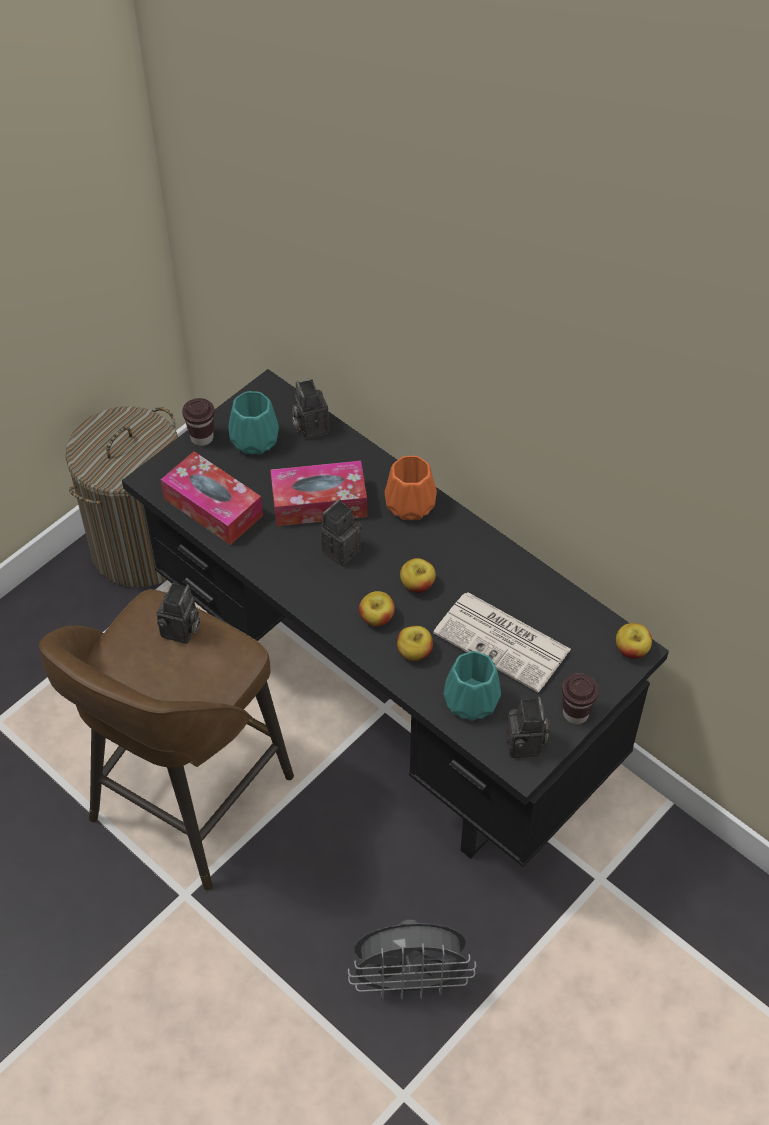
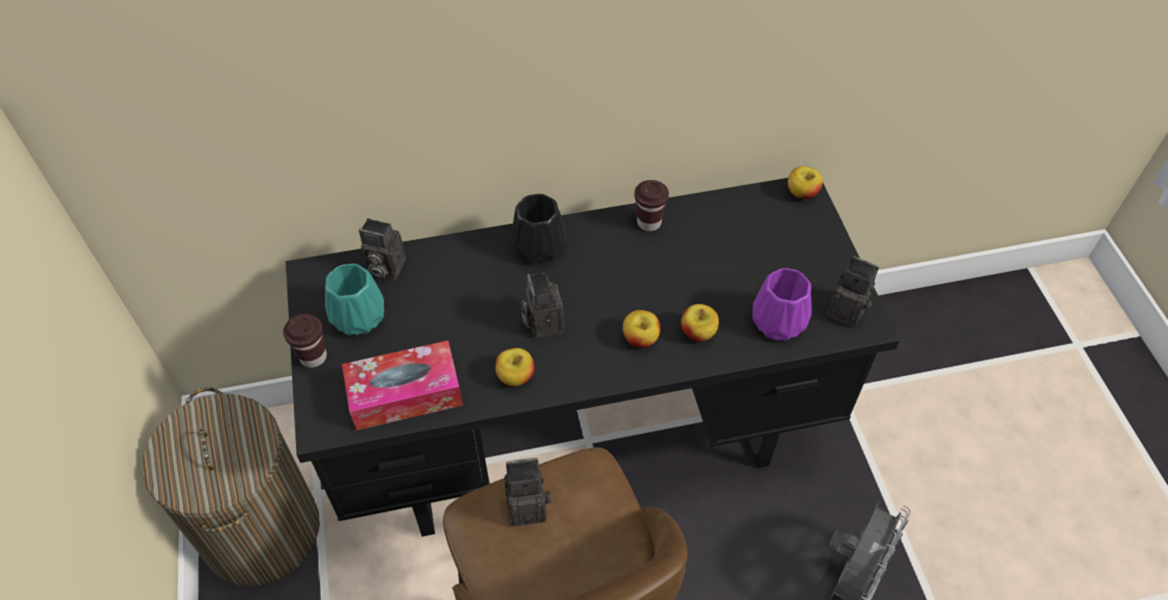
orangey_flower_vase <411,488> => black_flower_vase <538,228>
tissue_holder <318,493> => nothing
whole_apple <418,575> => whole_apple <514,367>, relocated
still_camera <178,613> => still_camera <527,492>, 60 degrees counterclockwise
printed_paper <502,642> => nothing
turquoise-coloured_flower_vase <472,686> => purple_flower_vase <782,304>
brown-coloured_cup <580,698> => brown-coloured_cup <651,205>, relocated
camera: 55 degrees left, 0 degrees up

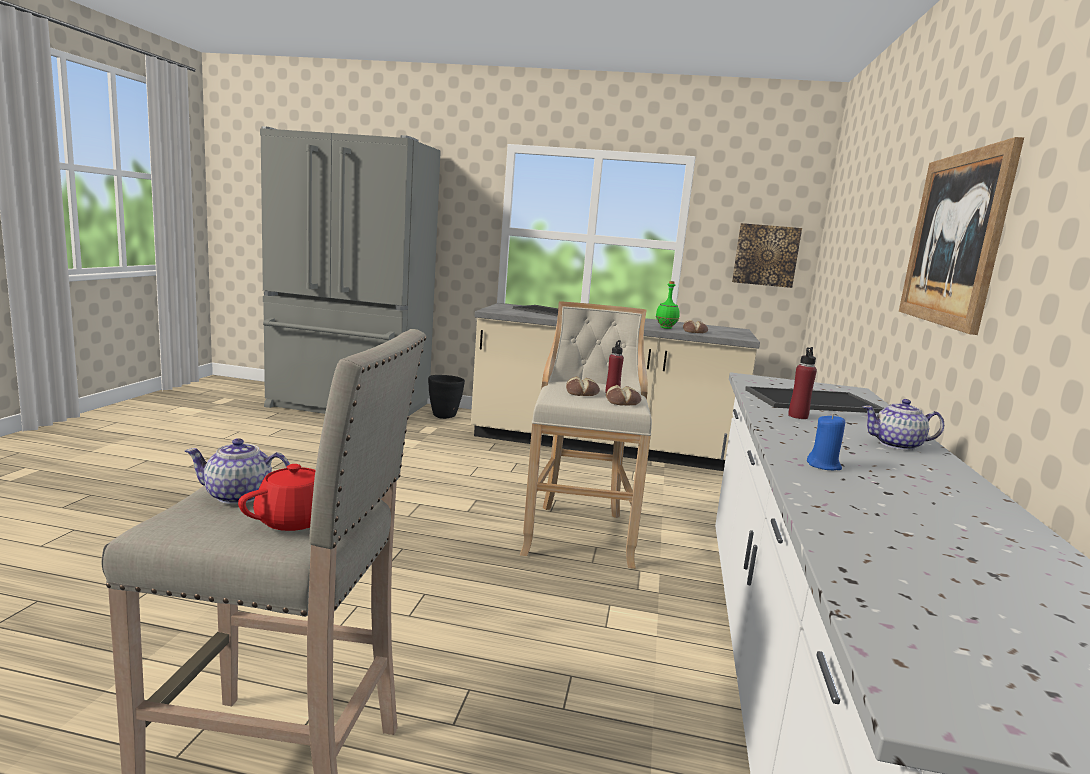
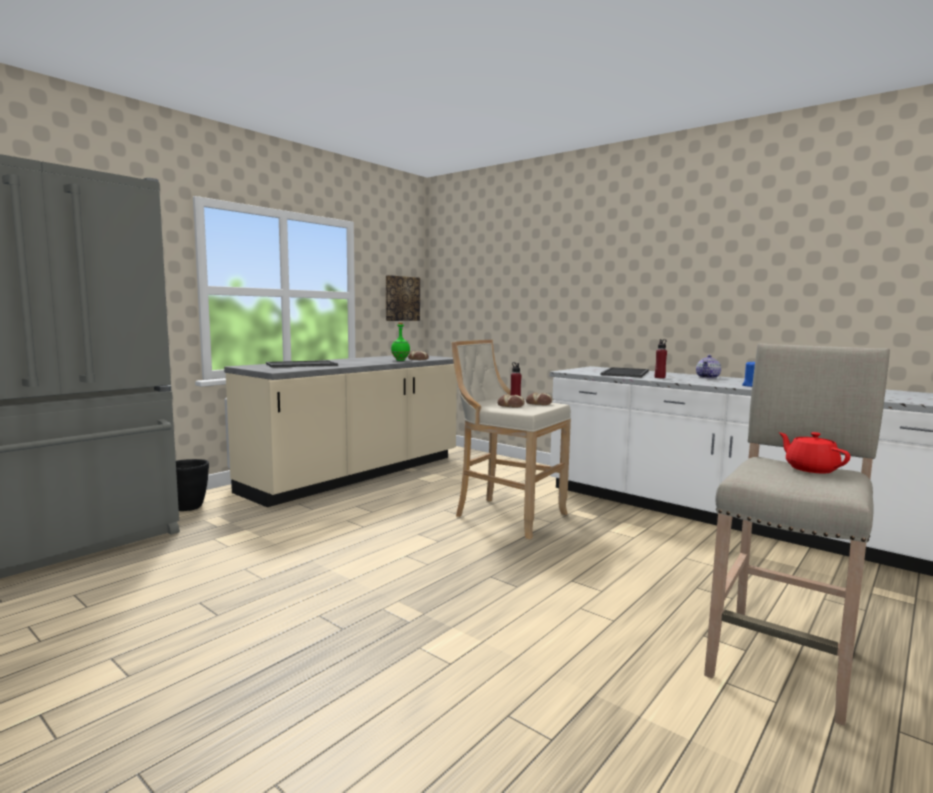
wall_art <961,236> => nothing
tea_pot <237,471> => nothing
camera: 60 degrees left, 5 degrees down

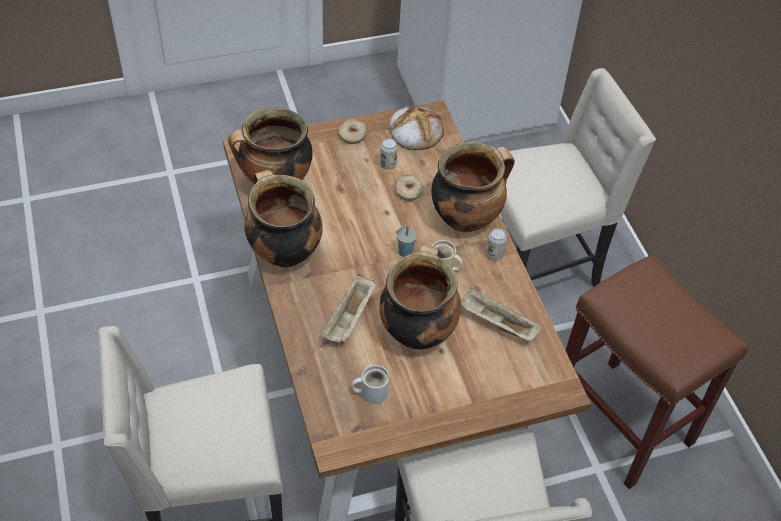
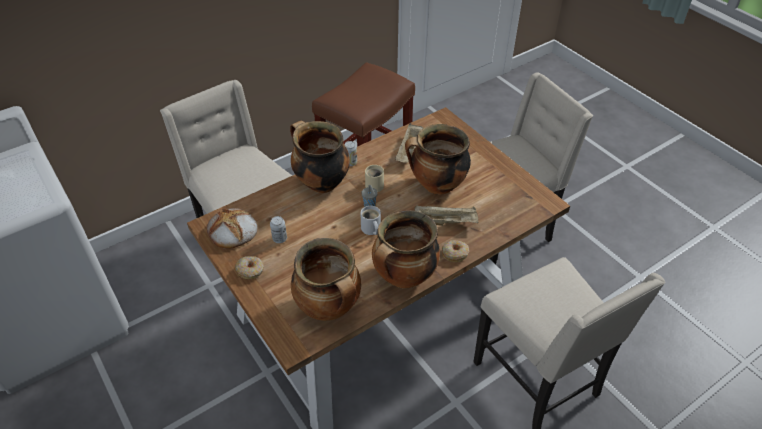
ring_doughnut <409,187> => ring_doughnut <455,251>, relocated
whitish_tea_mug <370,384> => whitish_tea_mug <371,220>, relocated
camera: 105 degrees left, 5 degrees down

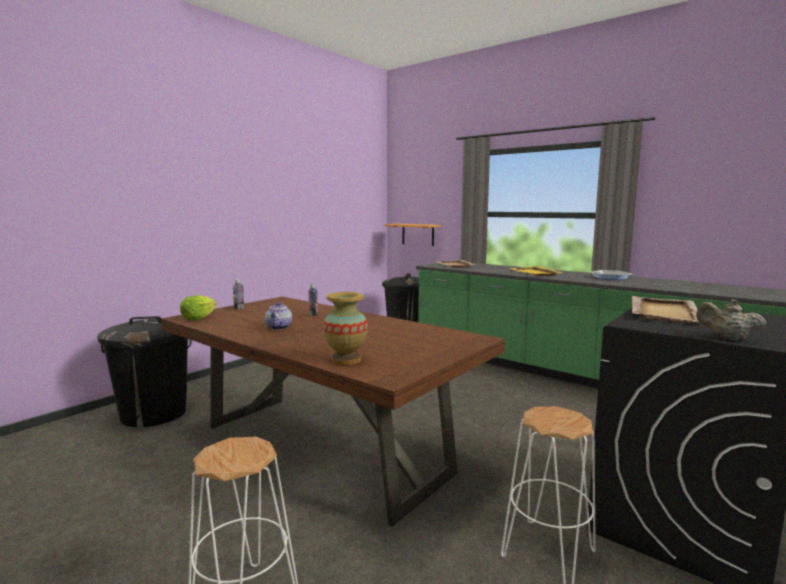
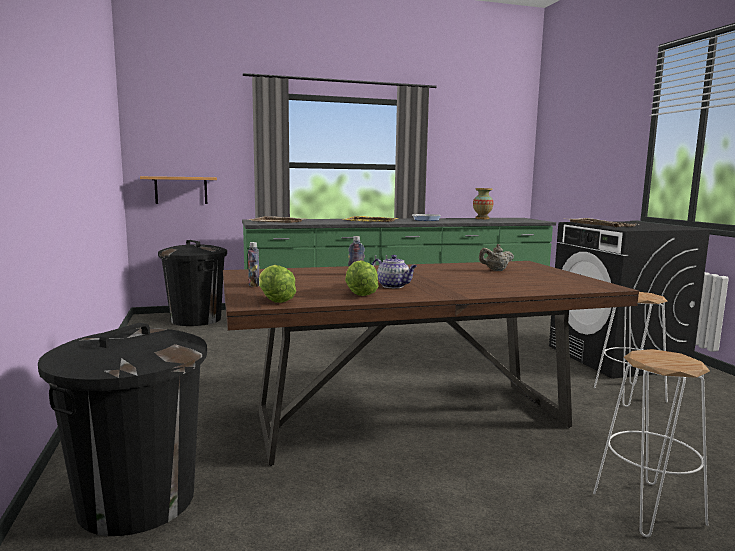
flower_vase <345,328> => flower_vase <483,203>, relocated
beige_tea_pot <731,320> => beige_tea_pot <496,257>, relocated
nothing => lettuce_head <362,278>
camera: 55 degrees left, 0 degrees up

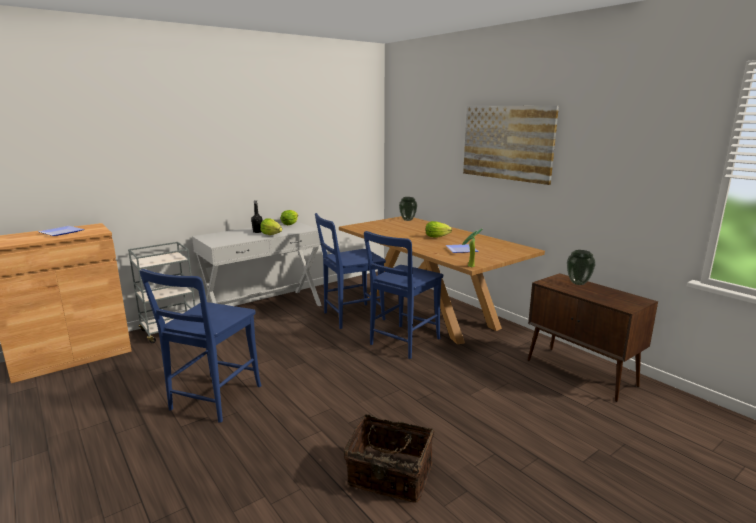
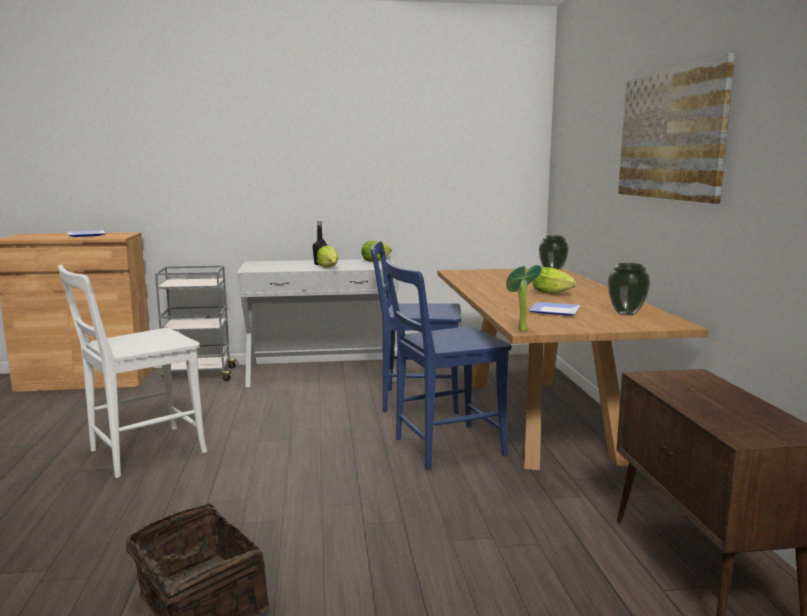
flower_vase <581,267> => flower_vase <629,289>, relocated
blue-coloured_chair <201,346> => whitish_chair <133,371>
camera: 30 degrees right, 5 degrees down

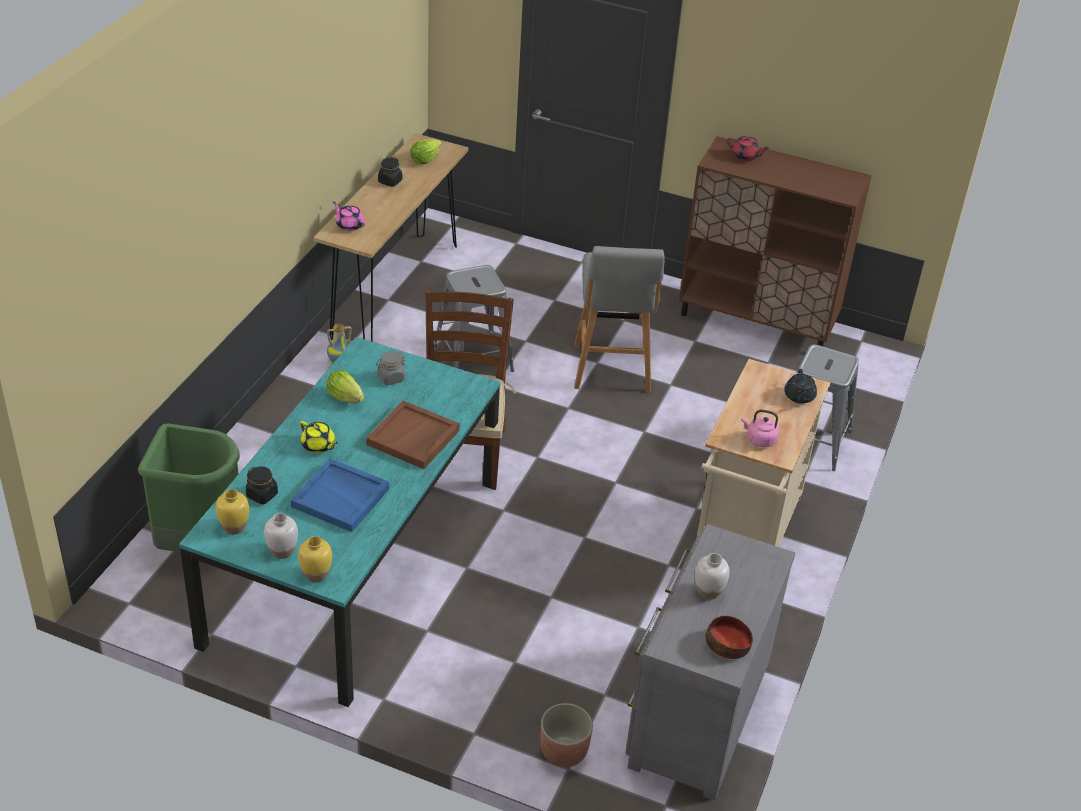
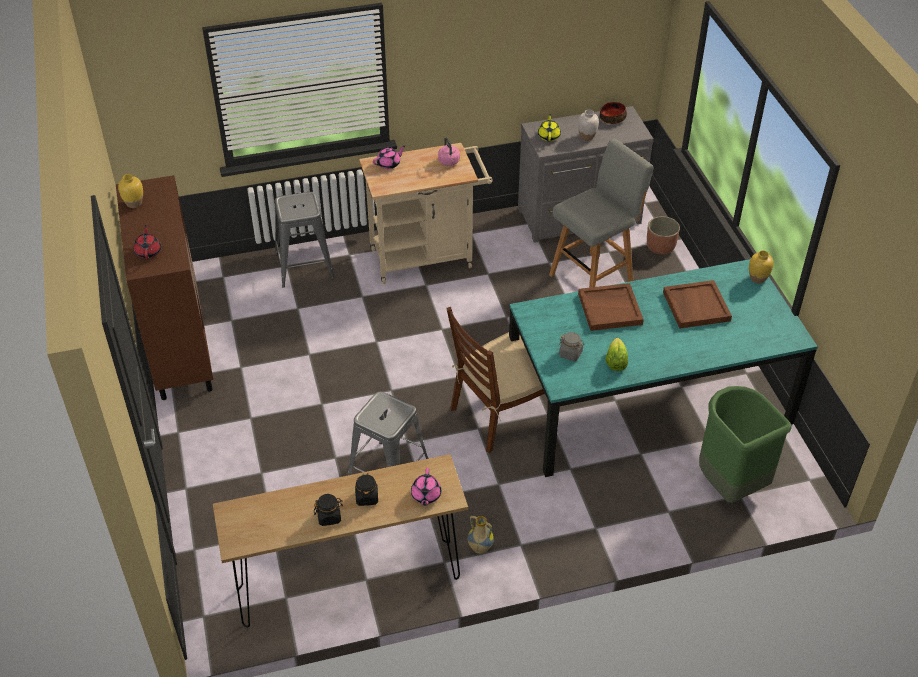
lettuce_head <426,151> => nothing
greyish_stool_seat <619,319> => greyish_stool_seat <601,213>, relocated
black_tea_pot <801,386> => pinkish_tea_pot <389,157>
yellow_tea_pot <319,437> => yellow_tea_pot <549,127>, relocated
blue-coloured_serving_tray <340,495> => brown-coloured_serving_tray <697,304>
black_preserve_jar <262,485> => black_preserve_jar <366,490>, relocated
yellow_flower_vase <232,512> => yellow_flower_vase <130,191>, relocated
whitish_flower_vase <281,536> => nothing
camera: 125 degrees left, 5 degrees up

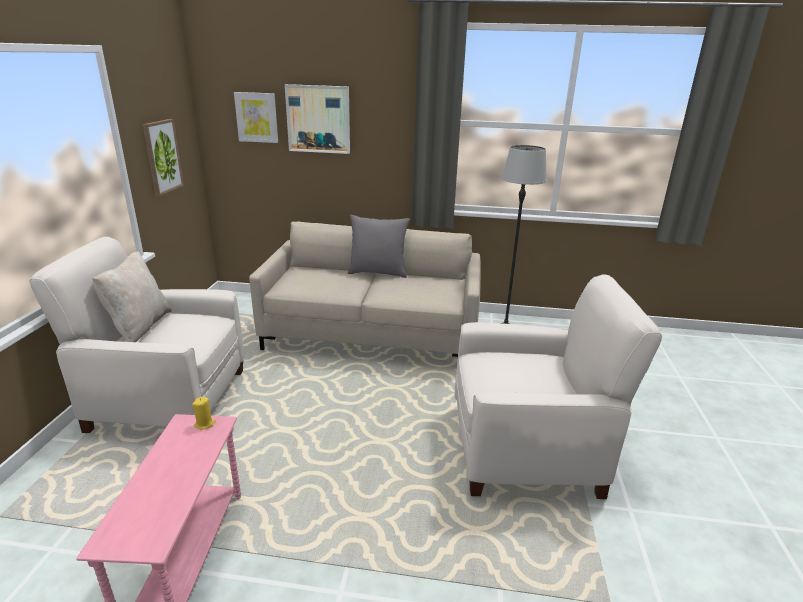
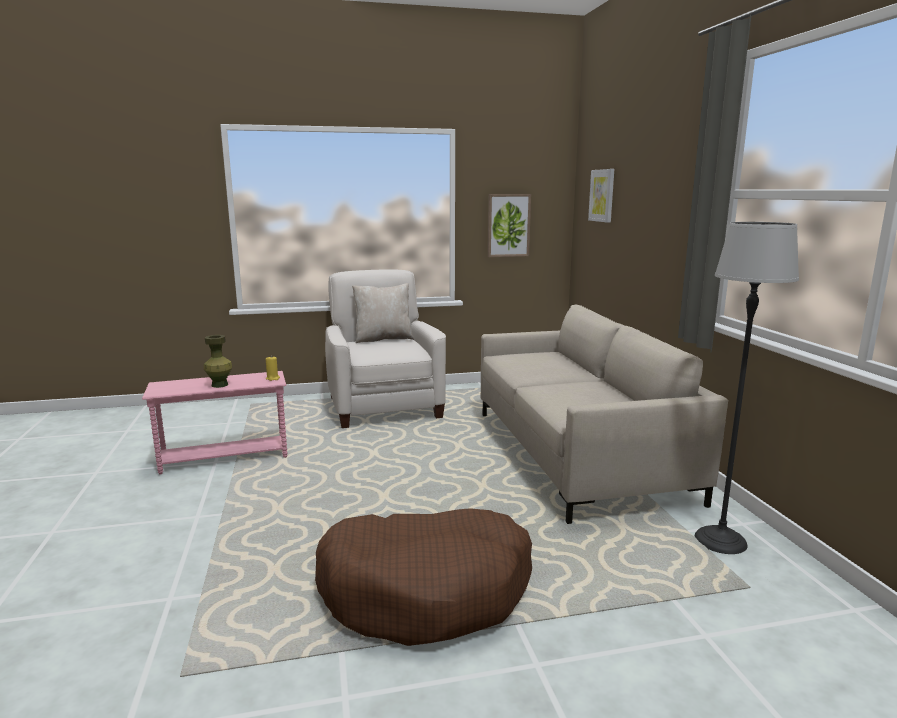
wall_art <317,119> => nothing
greyish_pillow <379,246> => nothing
whitish_easy_chair <558,387> => brown-coloured_dog_cushion <423,577>
nothing => greenish_flower_vase <218,361>
camera: 70 degrees right, 10 degrees down

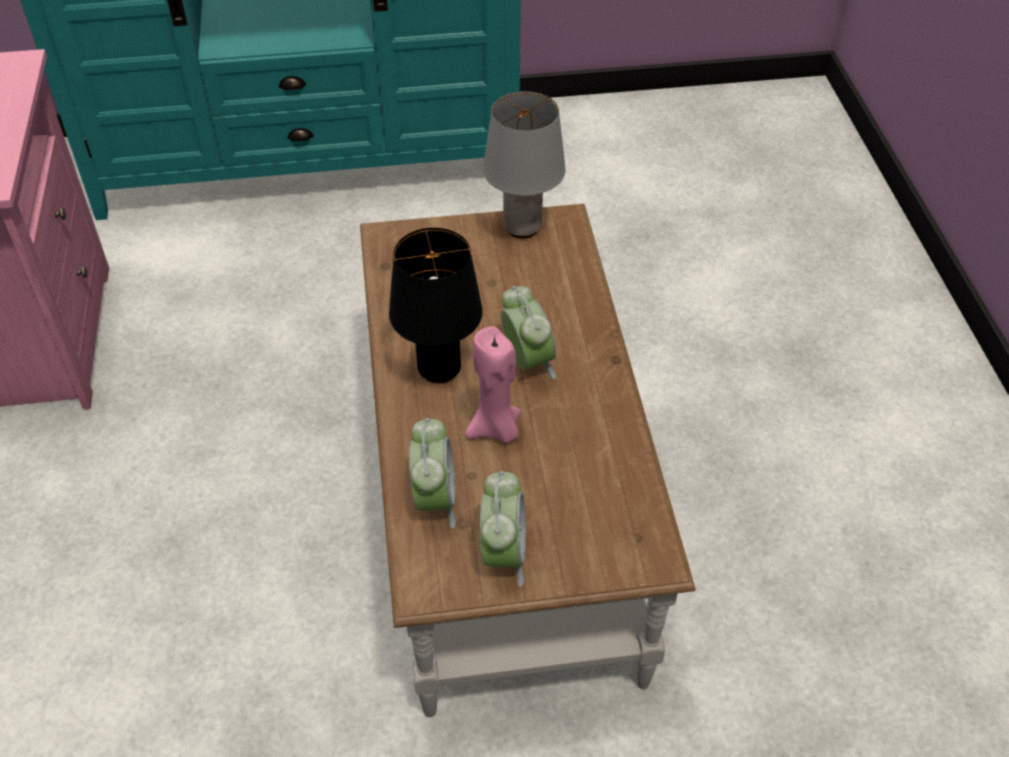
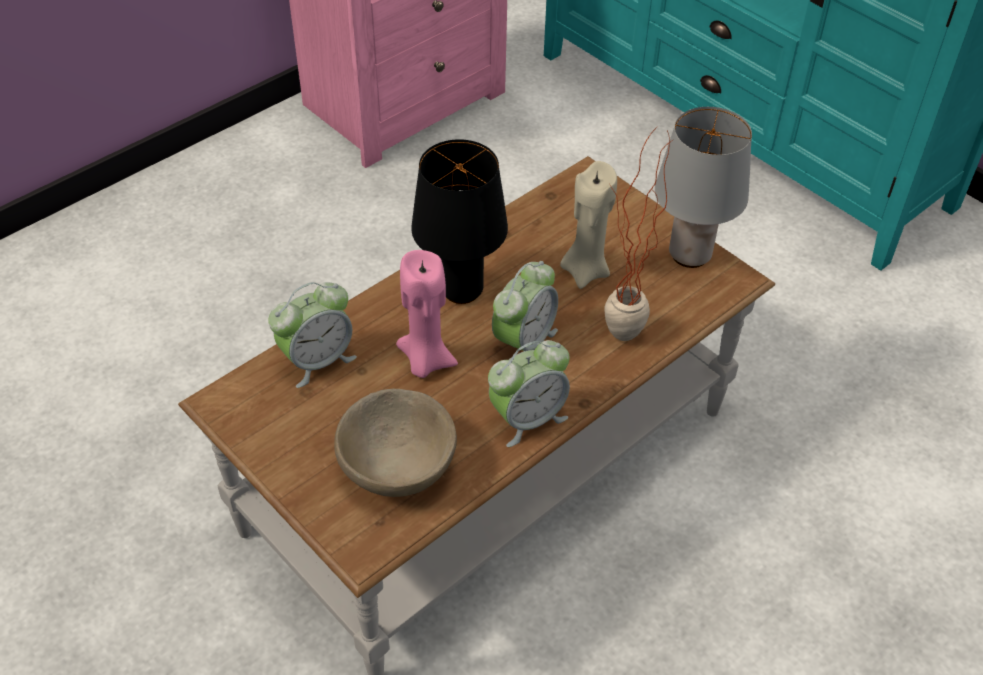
table_clock <503,529> => table_clock <529,393>, relocated
nothing => plant_in_a_pot <638,234>
nothing => beige_candle <588,225>
nothing => beige_serving_bowl <395,442>
camera: 55 degrees right, 0 degrees up

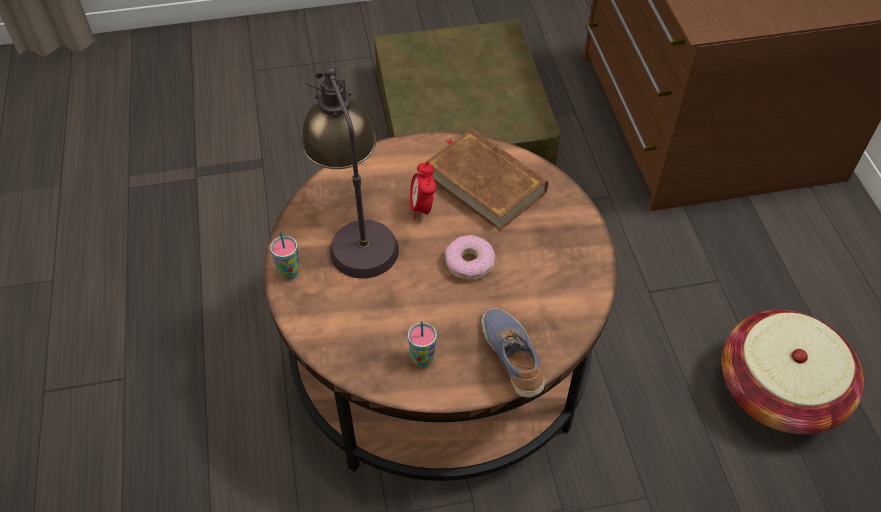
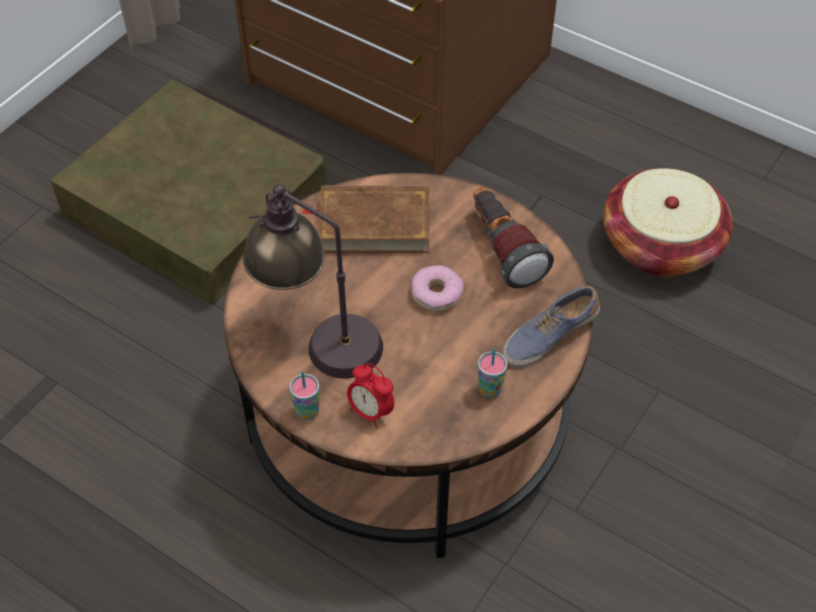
table_clock <423,191> => table_clock <370,395>, relocated
low_shoe <513,353> => low_shoe <551,327>, 60 degrees counterclockwise
nothing => flashlight <513,237>
camera: 45 degrees left, 0 degrees up

